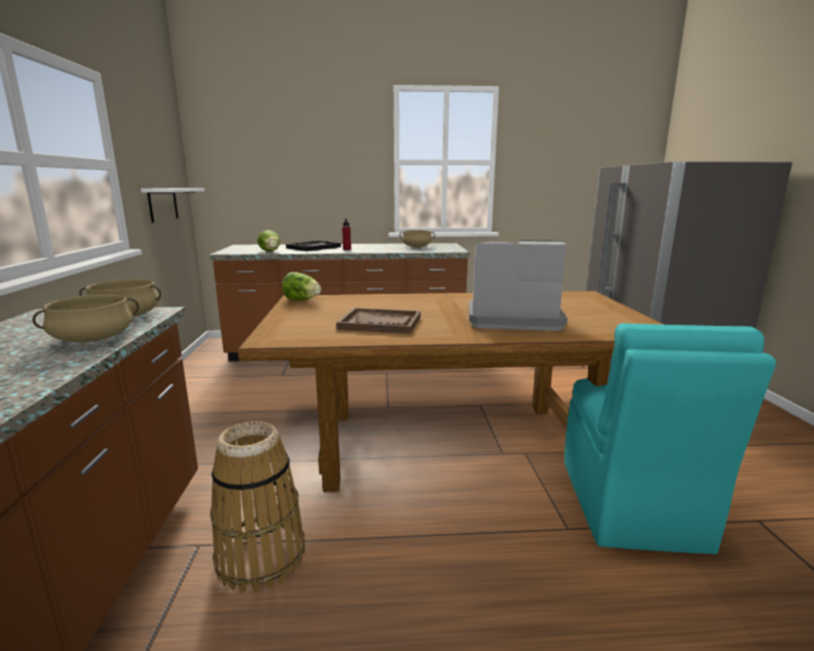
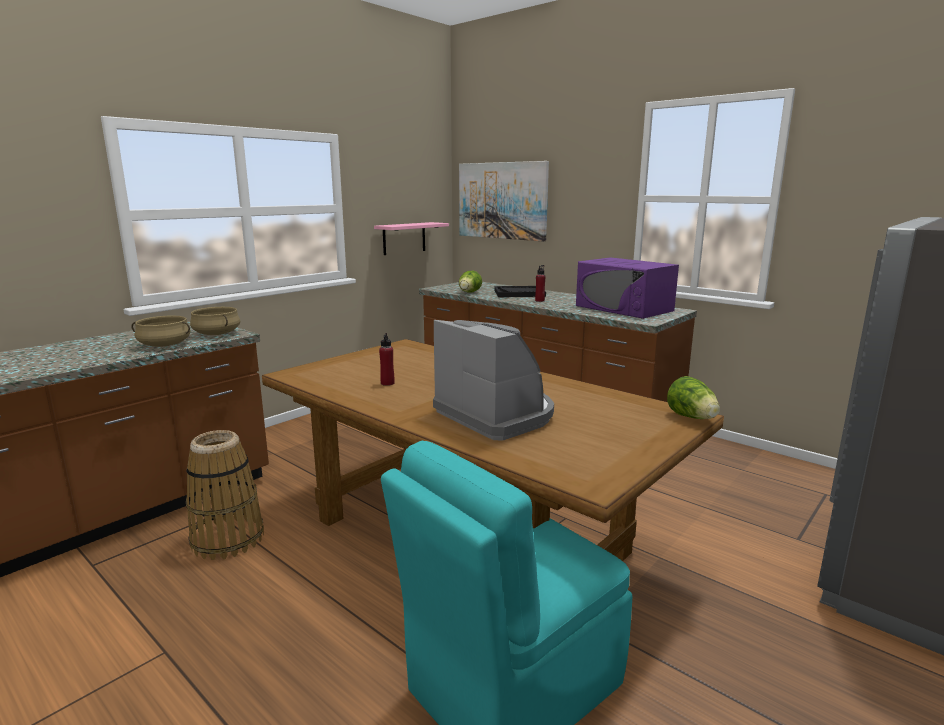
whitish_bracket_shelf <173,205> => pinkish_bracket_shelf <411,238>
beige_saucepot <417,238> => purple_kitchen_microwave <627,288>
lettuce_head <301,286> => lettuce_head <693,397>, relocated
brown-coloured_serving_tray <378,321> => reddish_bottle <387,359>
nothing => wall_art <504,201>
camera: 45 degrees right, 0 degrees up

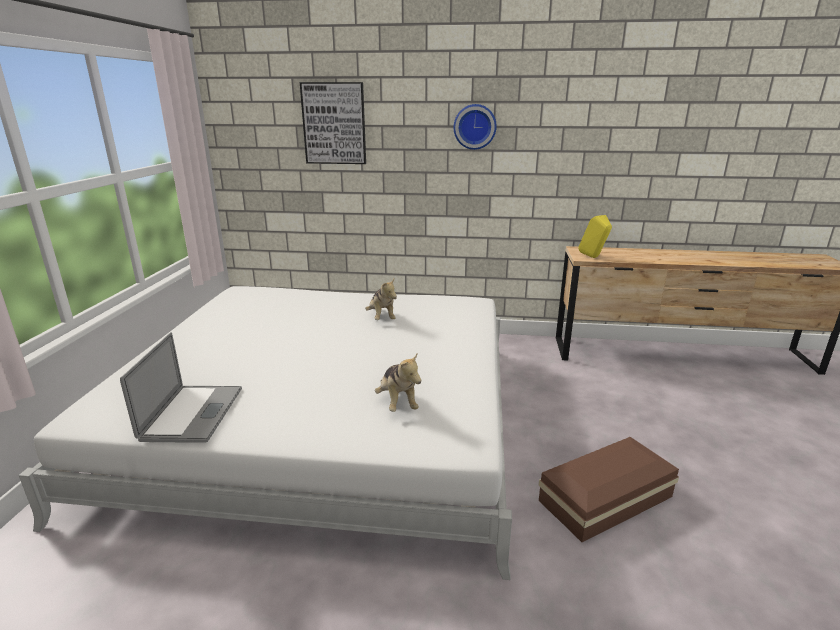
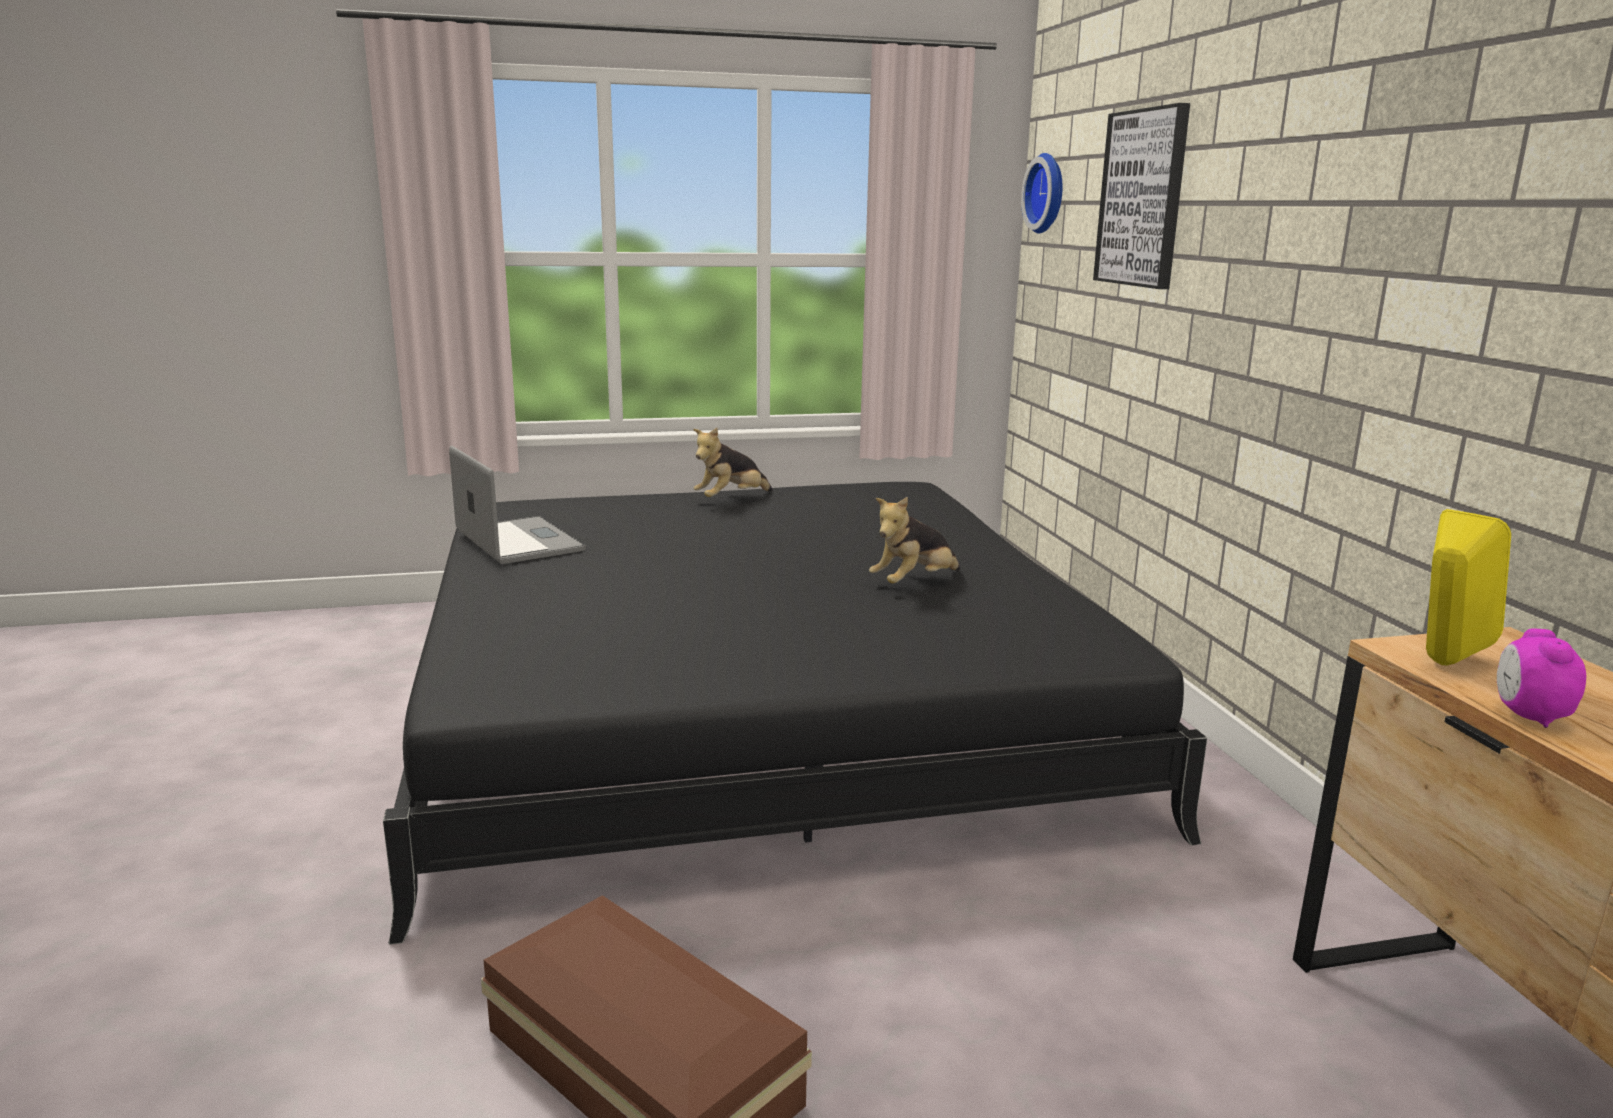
hanging_clock <475,127> => hanging_clock <1042,193>, relocated
whitish_sleeping_bed <265,433> => black_sleeping_bed <795,713>
notebook_computer <181,387> => notebook_computer <517,505>, 105 degrees counterclockwise
cuddly_toy <398,383> => cuddly_toy <733,462>, relocated
nothing => table_clock <1541,678>
camera: 70 degrees right, 5 degrees down

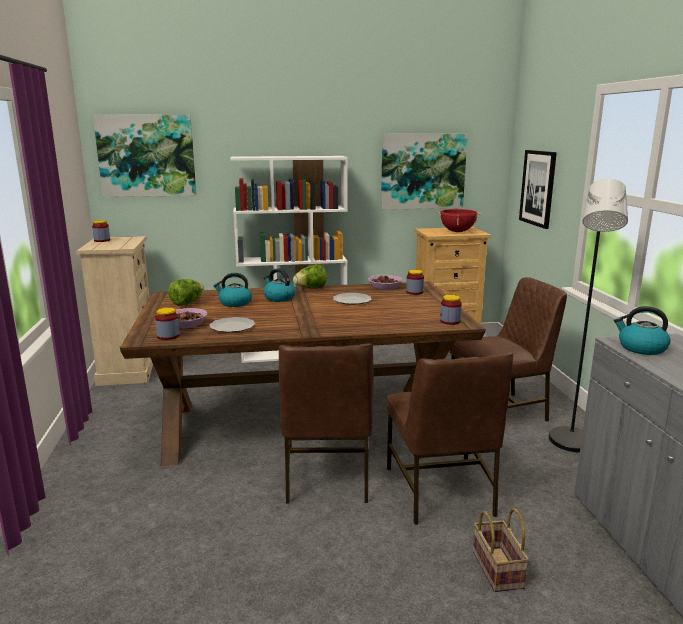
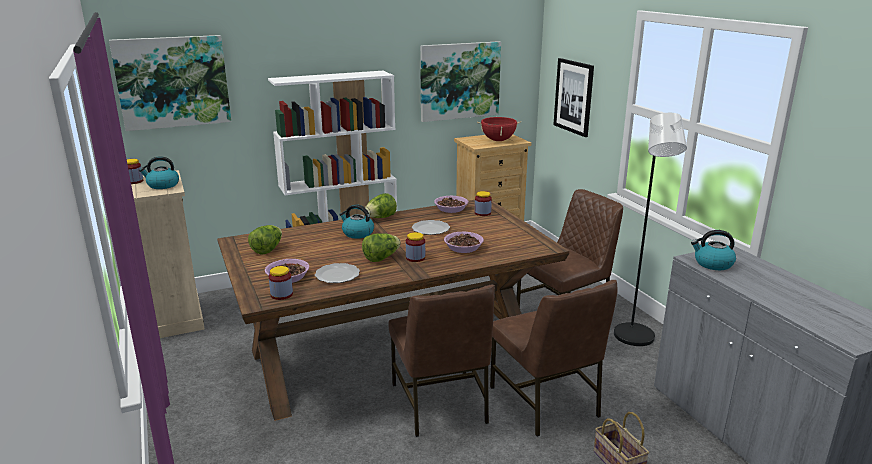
kettle <233,290> => kettle <159,172>, relocated
preserve_jar <451,310> => preserve_jar <415,247>, relocated
nothing => serving_bowl <464,242>
nothing => lettuce_head <381,247>
camera: 15 degrees left, 5 degrees up

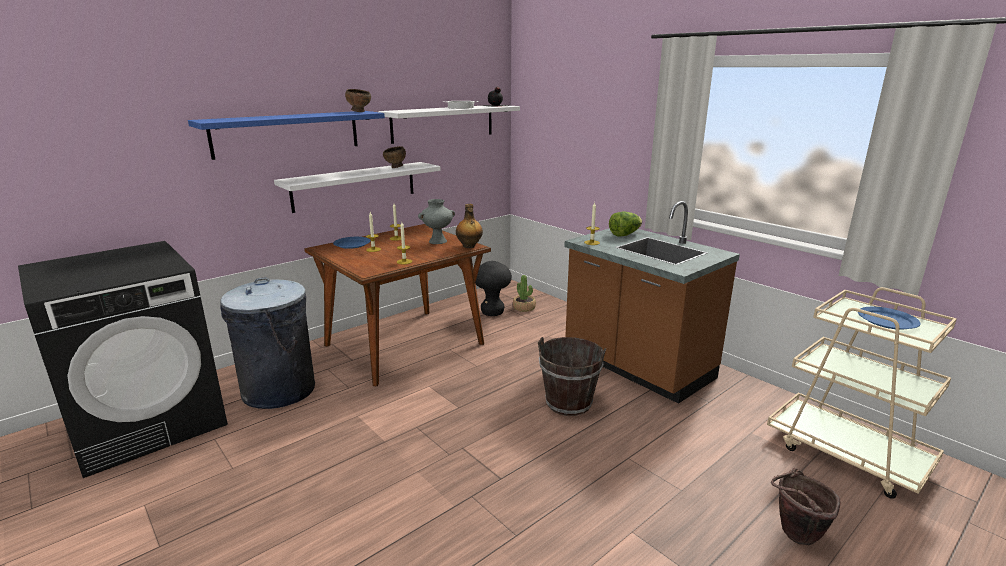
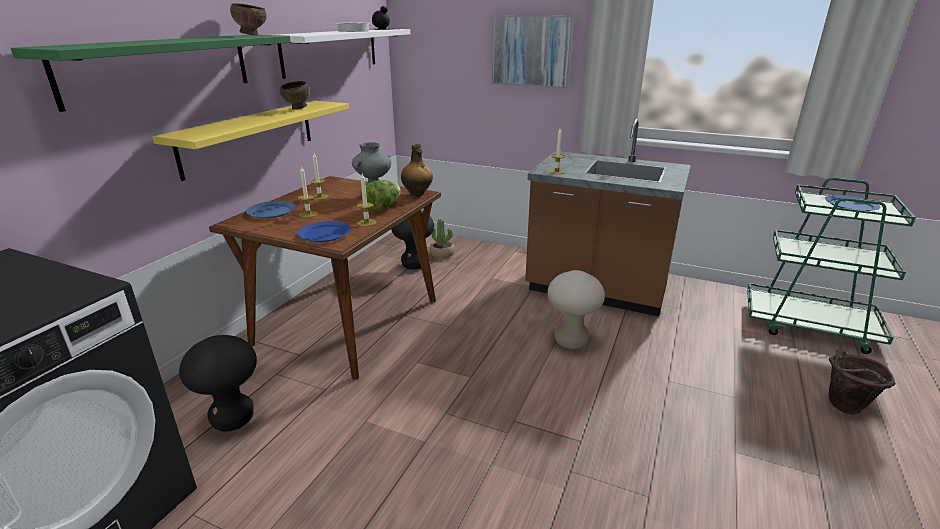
blue-coloured_bracket_shelf <286,135> => greenish_bracket_shelf <151,73>
whitish_bracket_shelf <357,187> => yellow_bracket_shelf <250,141>
lettuce_head <625,224> => lettuce_head <381,196>, relocated
greyish_trash_can <267,343> => black_stool_seat <218,383>
beige_cart <862,393> => greenish_cart <831,266>
brown-coloured_pail <572,376> => beige_stool_seat <576,309>
nothing => wall_art <533,51>
nothing => blue-coloured_dinner_plate <324,231>
camera: 25 degrees left, 5 degrees up

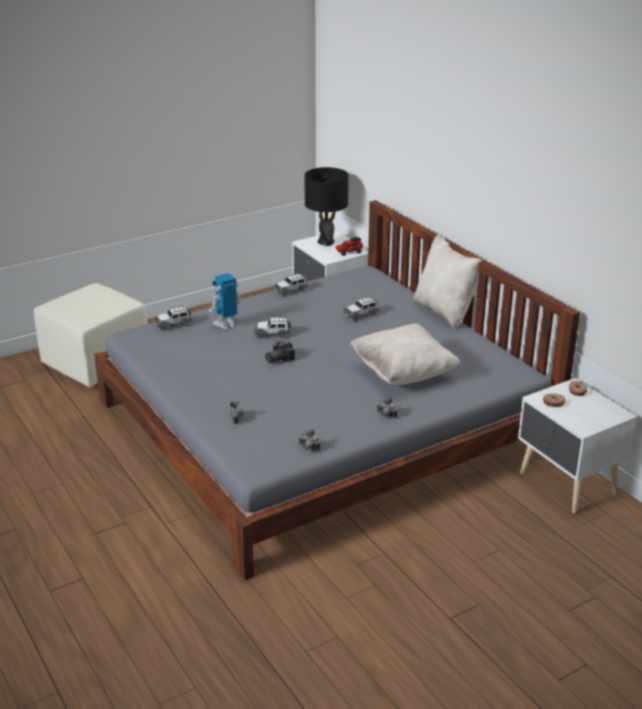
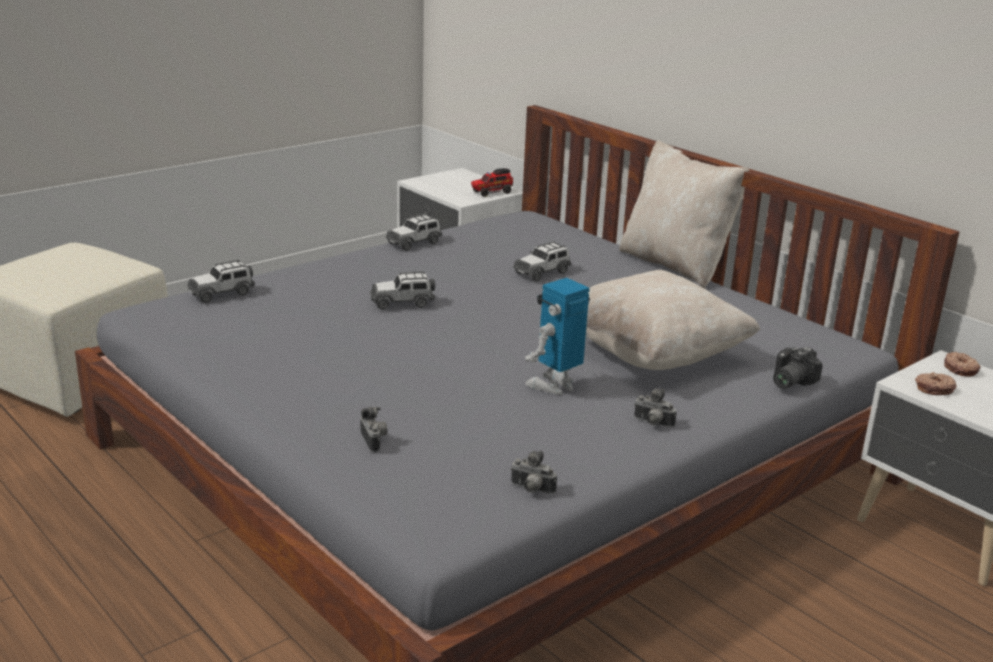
black_table_lamp <327,206> => nothing
model_robot <225,301> => model_robot <557,336>, relocated
still_camera <280,352> => still_camera <798,368>, relocated
camera: 10 degrees left, 5 degrees down

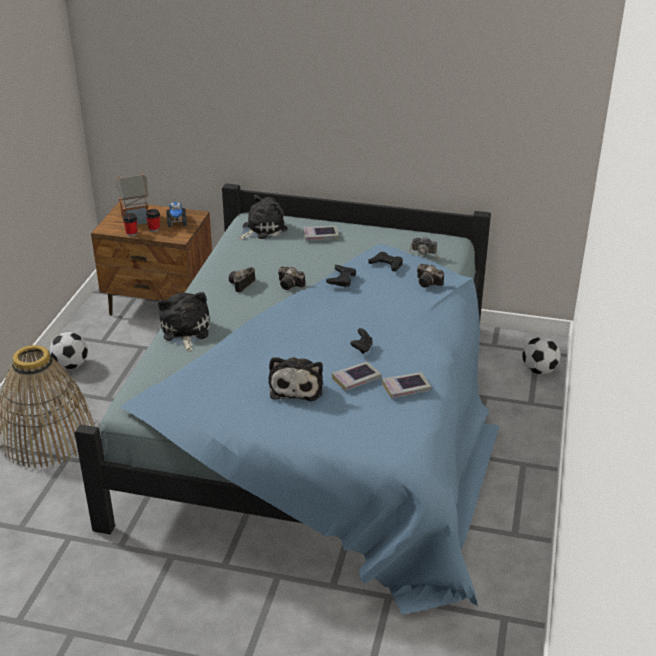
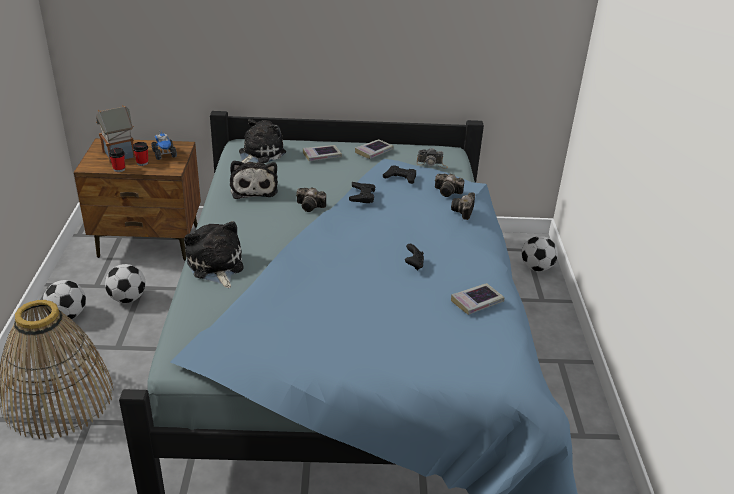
still_camera <242,280> => still_camera <463,206>, relocated
cuddly_toy <295,379> => cuddly_toy <254,179>, relocated
book <356,376> => book <374,149>, relocated
nothing => ball_for_football <125,283>
camera: 15 degrees left, 0 degrees up

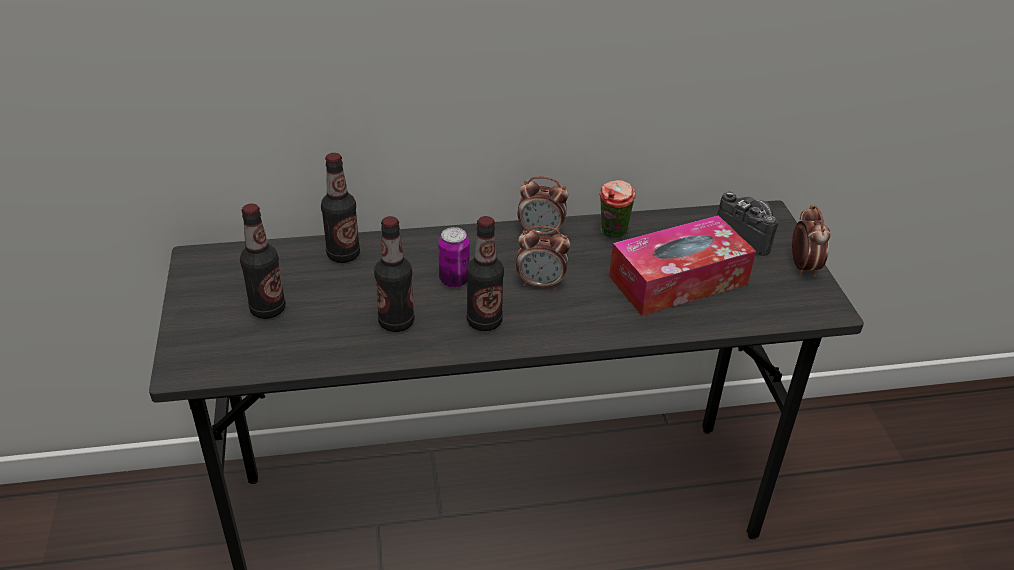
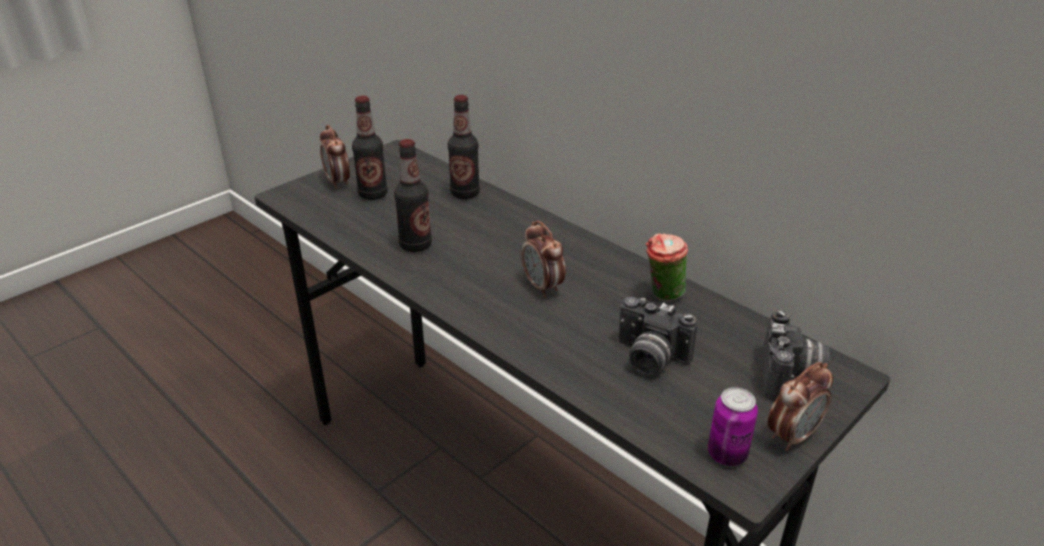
table_clock <543,206> => table_clock <335,157>, relocated
tissue_holder <682,265> => still_camera <658,336>
bottle <485,273> => nothing
metal_can <453,257> => metal_can <733,426>, relocated
camera: 55 degrees right, 5 degrees down

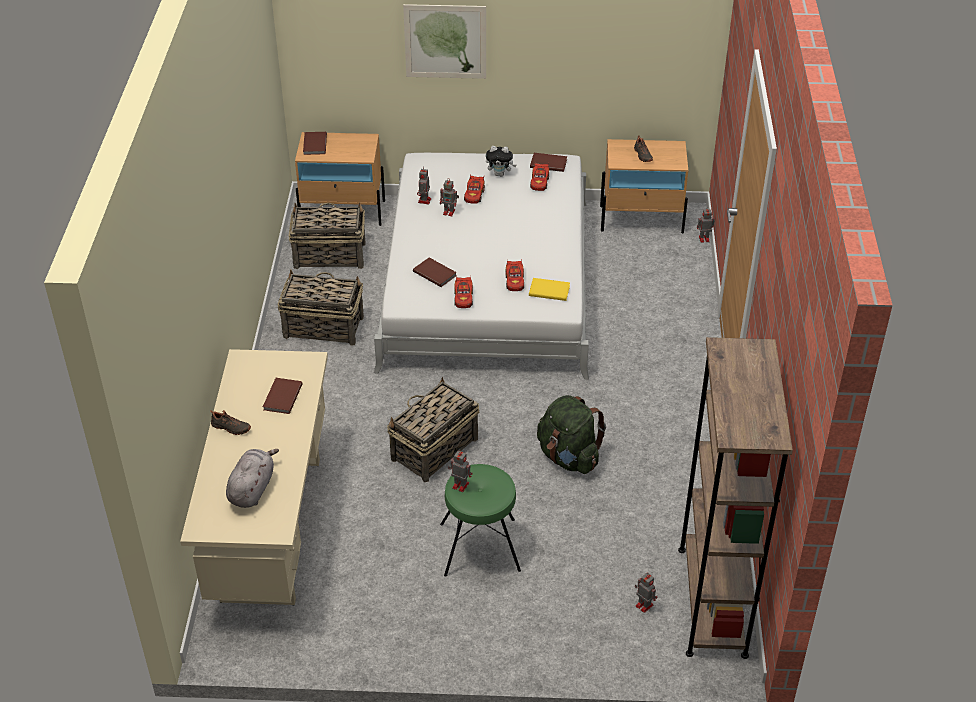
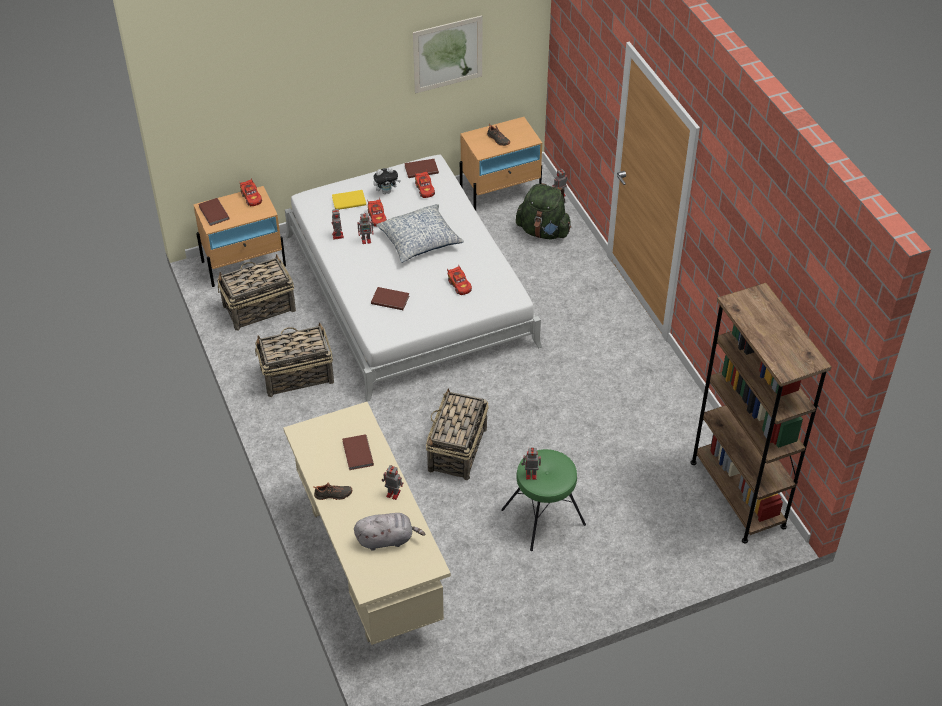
wall_art <444,41> => wall_art <448,54>, relocated
reddish_miniature_car <463,292> => reddish_miniature_car <250,192>, relocated
yellow_book <549,289> => yellow_book <349,200>, relocated
greenish_knapsack <571,434> => greenish_knapsack <543,211>, relocated
greyish_cuddly_toy <252,478> => greyish_cuddly_toy <389,532>, 90 degrees clockwise
model_robot <646,593> => model_robot <392,482>, relocated
nothing => pillow <420,233>
camera: 25 degrees left, 5 degrees up

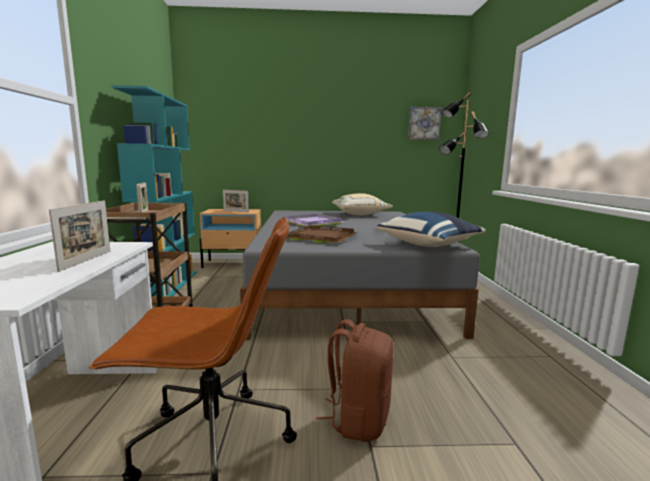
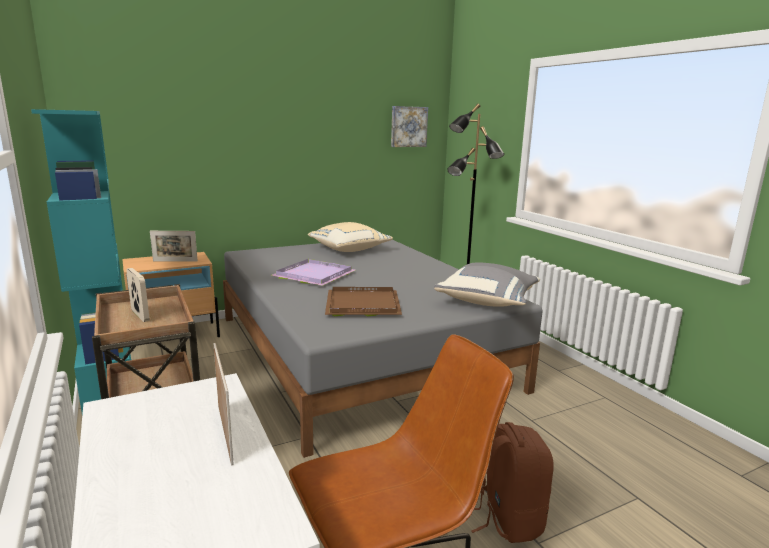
blue-coloured_pillow <431,229> => greyish_pillow <487,284>
camera: 25 degrees left, 5 degrees up

